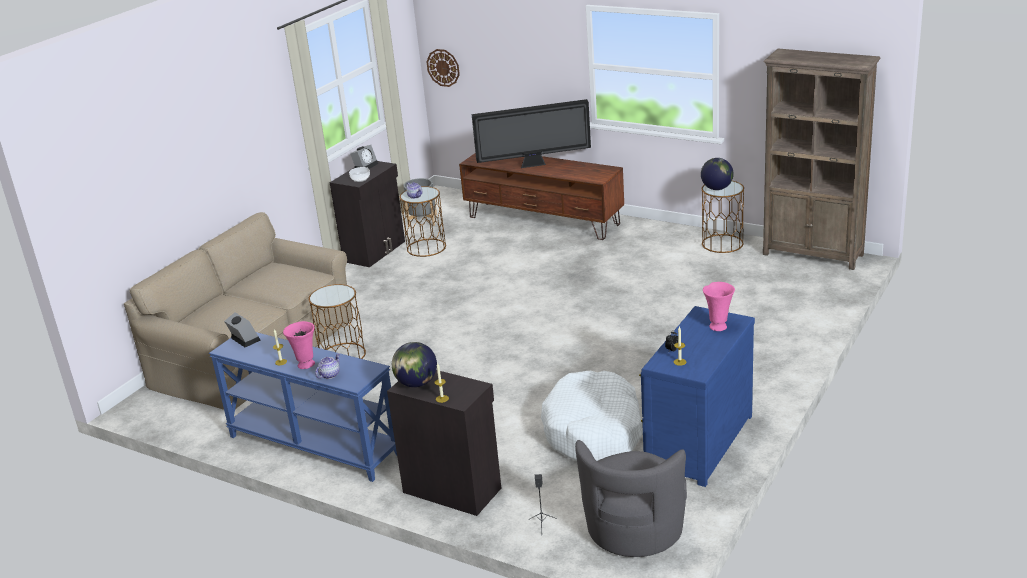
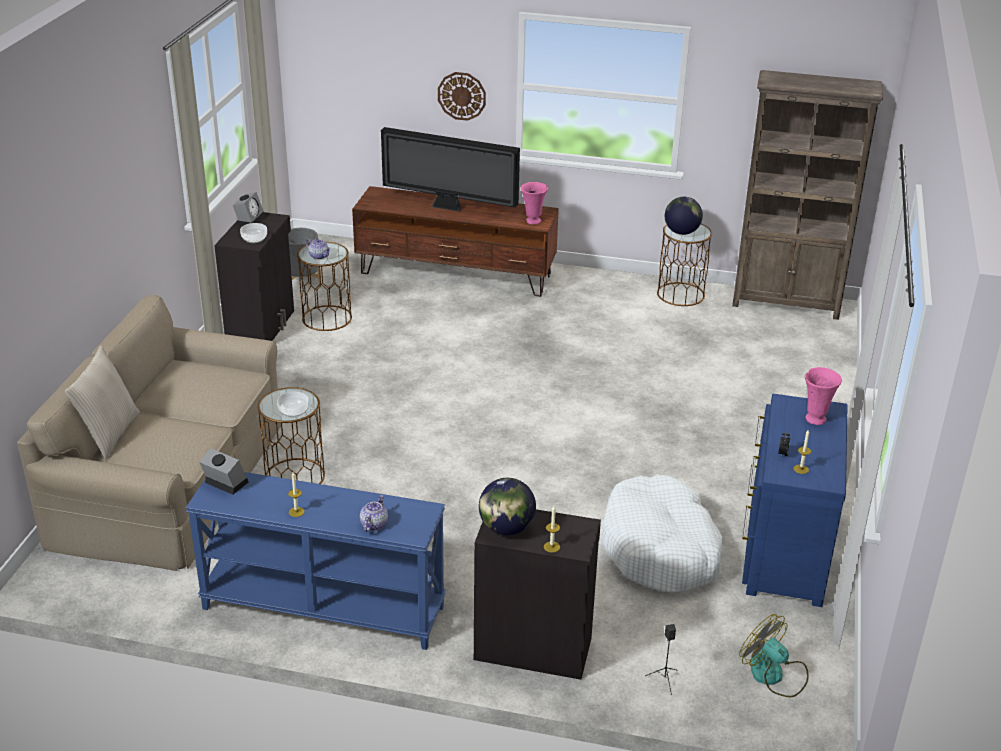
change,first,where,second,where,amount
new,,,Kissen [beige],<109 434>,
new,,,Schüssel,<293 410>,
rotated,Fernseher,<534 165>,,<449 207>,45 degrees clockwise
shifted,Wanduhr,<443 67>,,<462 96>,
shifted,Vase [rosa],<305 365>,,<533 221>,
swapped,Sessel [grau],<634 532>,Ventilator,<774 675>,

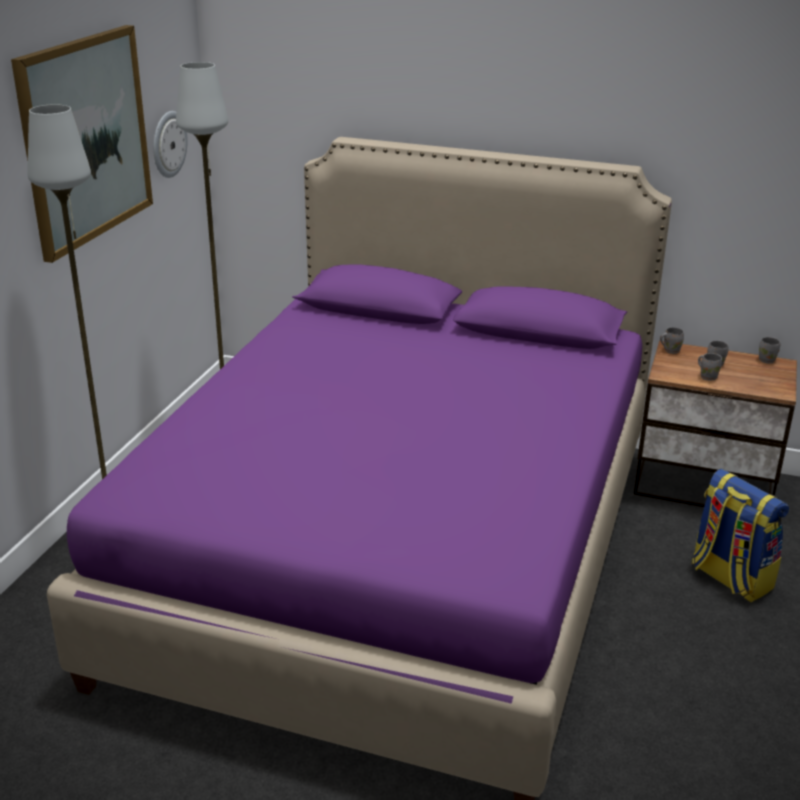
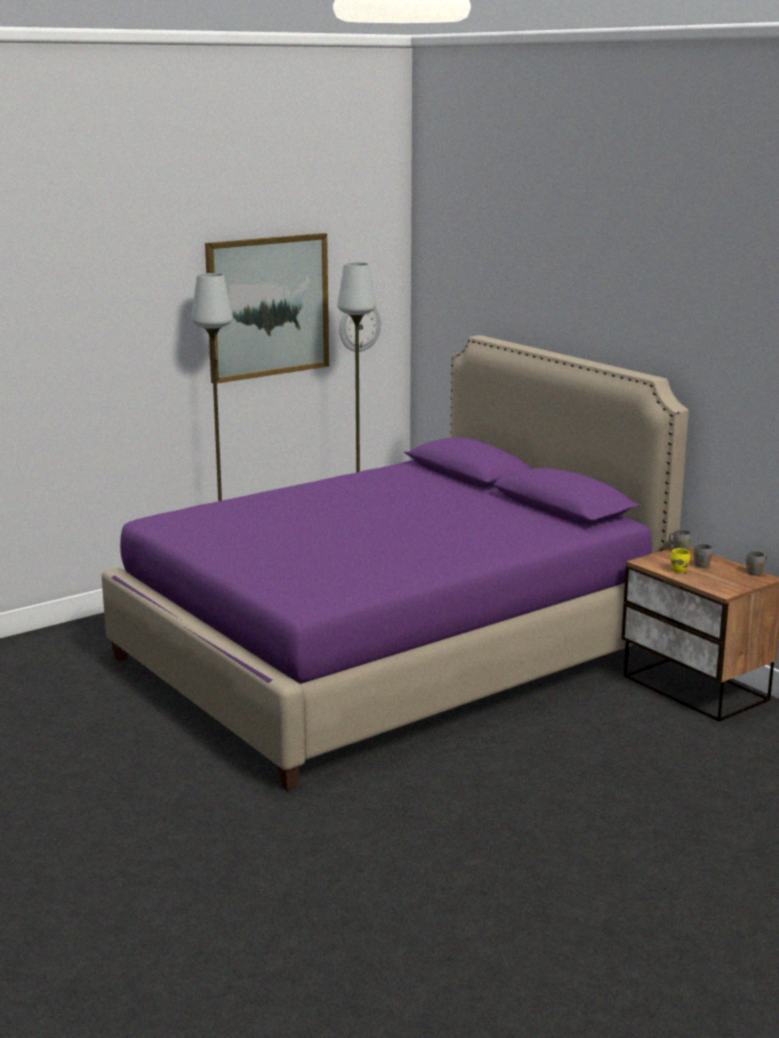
change,first,where,second,where,amount
repainted,Henkelbecher [grau],<708 376>,Henkelbecher [gelb],<679 570>,
gone,Rucksack,<729 578>,,,

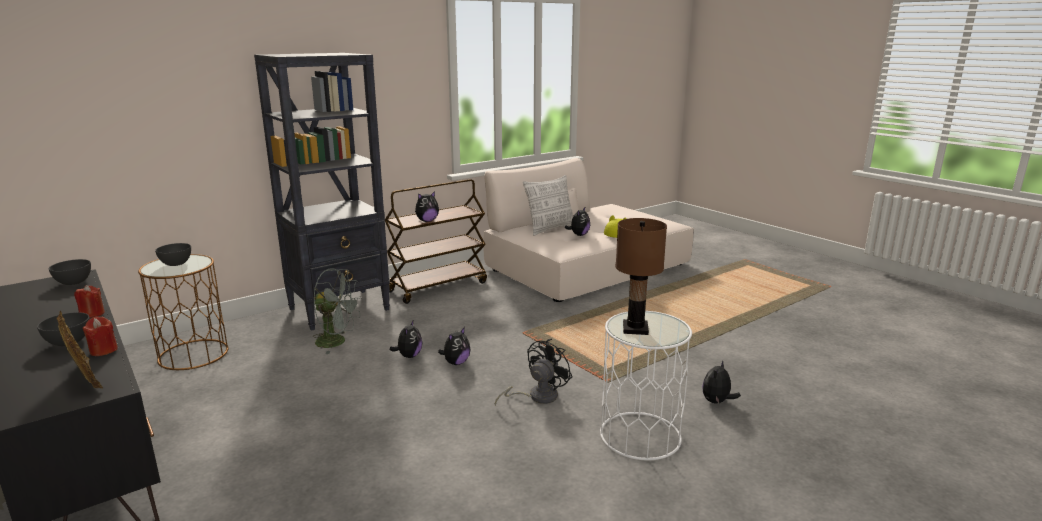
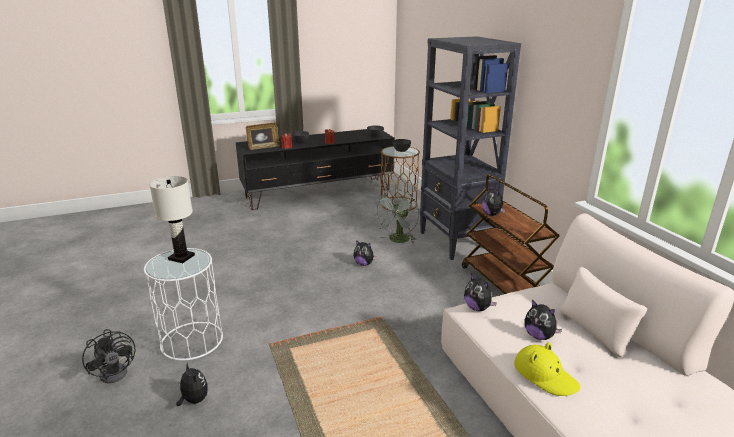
change,first,where,second,where,amount
shifted,Ventilator [schwarz],<537 397>,,<118 371>,
repainted,Tischlampe [braun],<635 328>,Tischlampe [weiß],<182 257>,
shifted,Plüschtier,<456 362>,,<477 308>,
gone,Kissen,<550 229>,,,

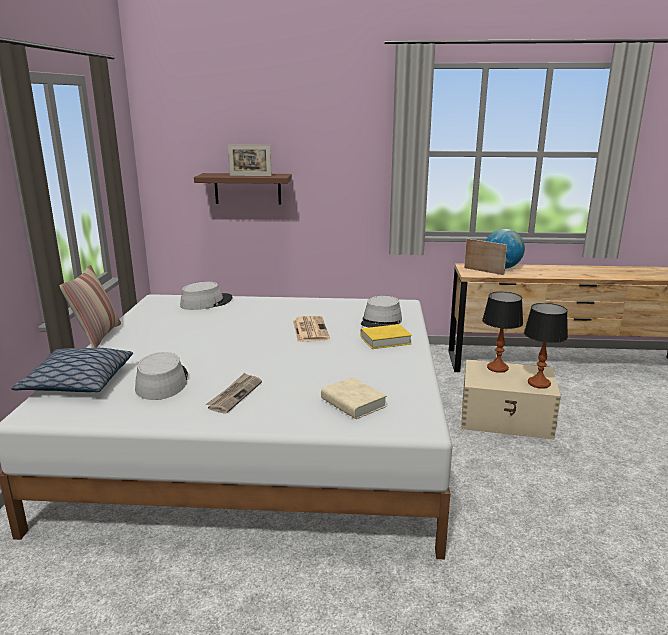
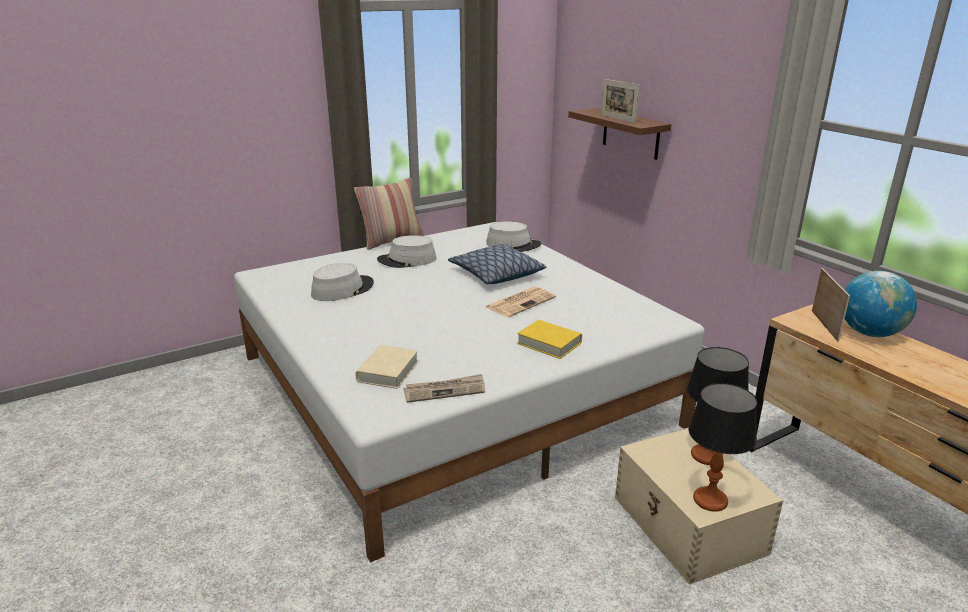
change,first,where,second,where,amount
shifted,Hut [grau],<381 321>,,<407 260>,
shifted,Zeitung,<235 395>,,<445 390>,
shifted,Kissen,<77 382>,,<496 274>,

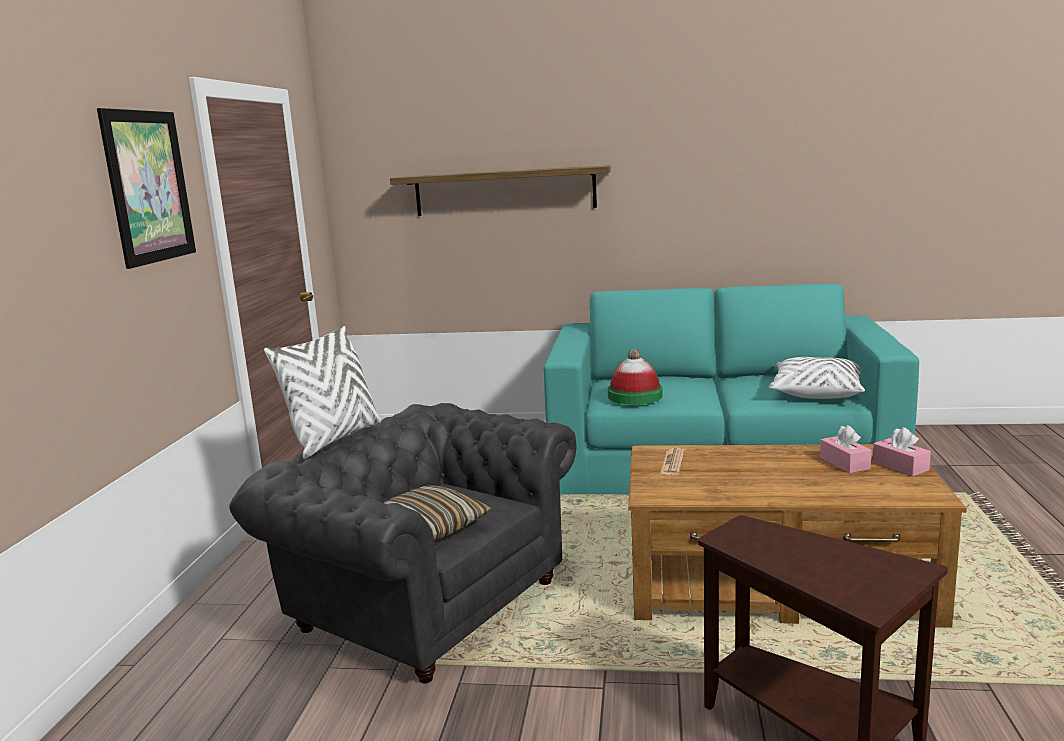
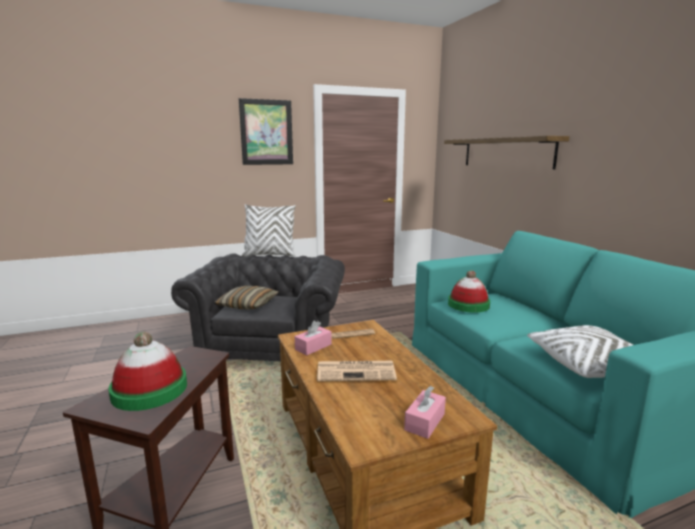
change,first,where,second,where,amount
new,,,Hut,<150 390>,
shifted,Taschentuchbox [rosa],<844 463>,,<313 347>,
new,,,Zeitung,<357 371>,

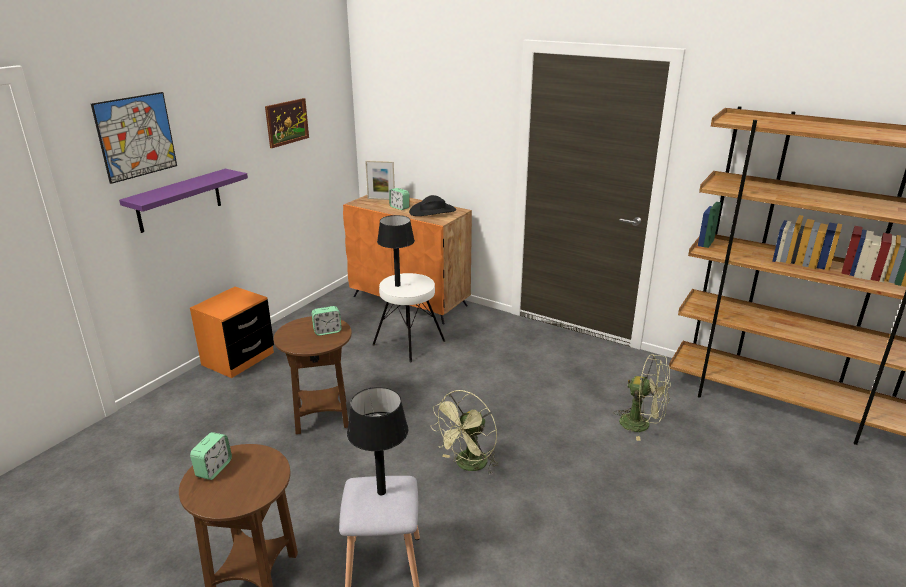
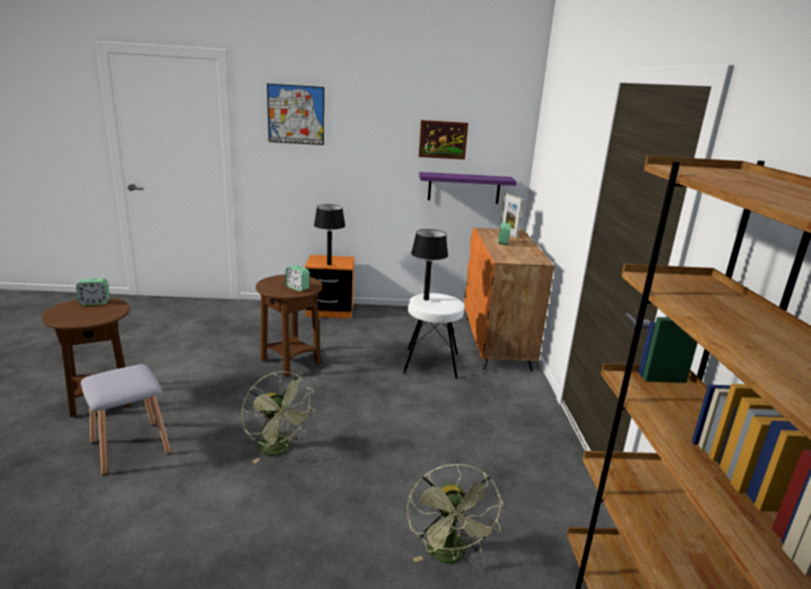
change,first,where,second,where,amount
rotated,Ventilator [grün],<468 466>,,<279 449>,135 degrees counterclockwise
shifted,Tischlampe [schwarz],<382 492>,,<329 264>,
shifted,Wandregal [lila],<179 200>,,<464 188>,
gone,Hut [schwarz],<432 211>,,,

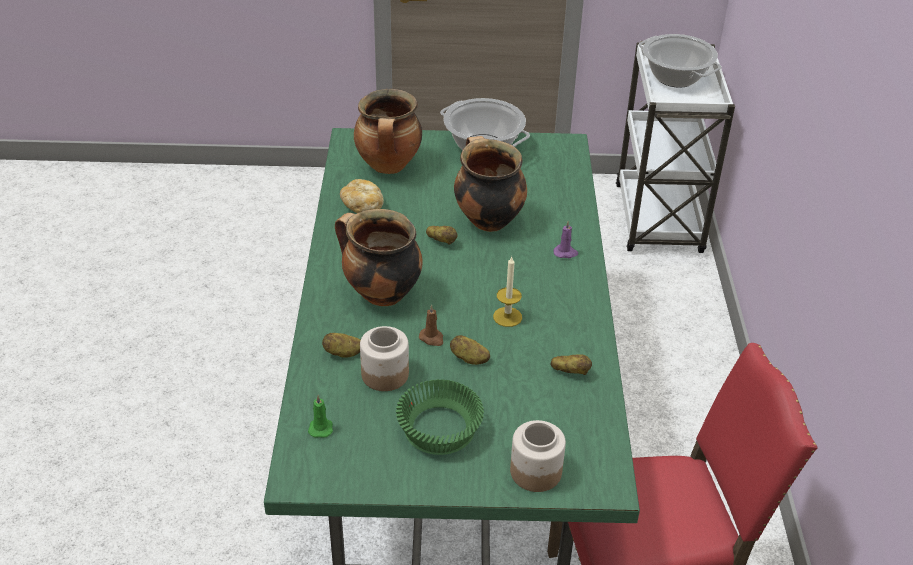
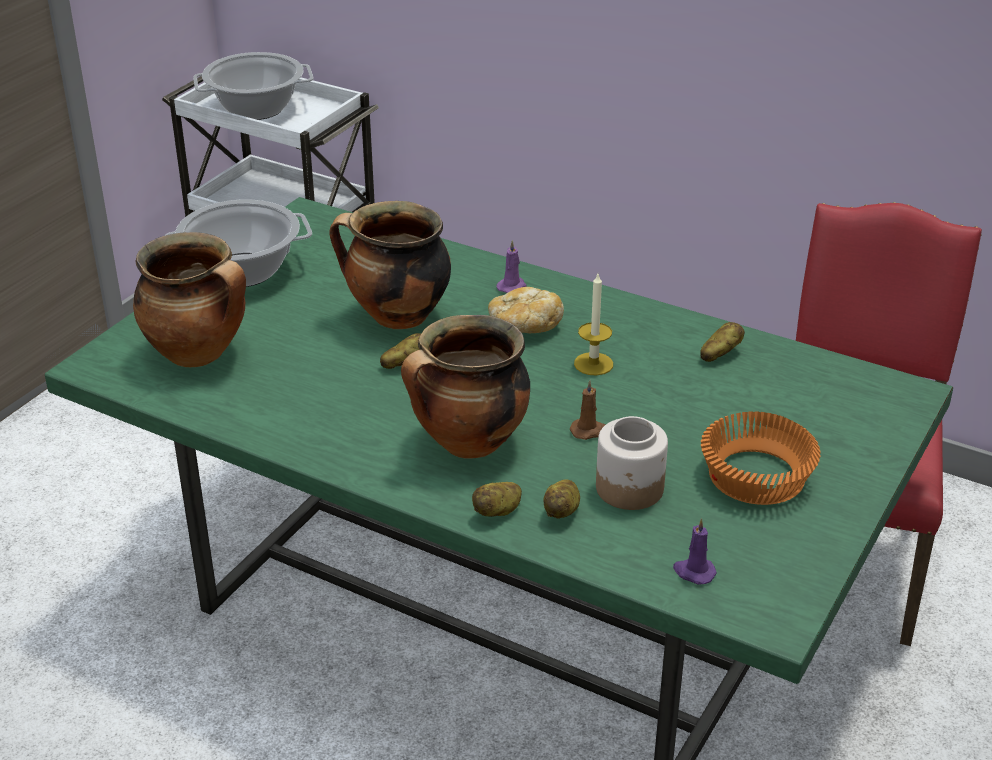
change,first,where,second,where,amount
shifted,Kartoffel,<469 359>,,<498 511>,
shifted,Brot,<362 206>,,<524 326>,
repainted,Kerze [grün],<321 427>,Kerze [lila],<693 572>,
repainted,Schüssel [grün],<438 428>,Schüssel [orange],<754 476>,
gone,Vorratsglas,<535 472>,,,

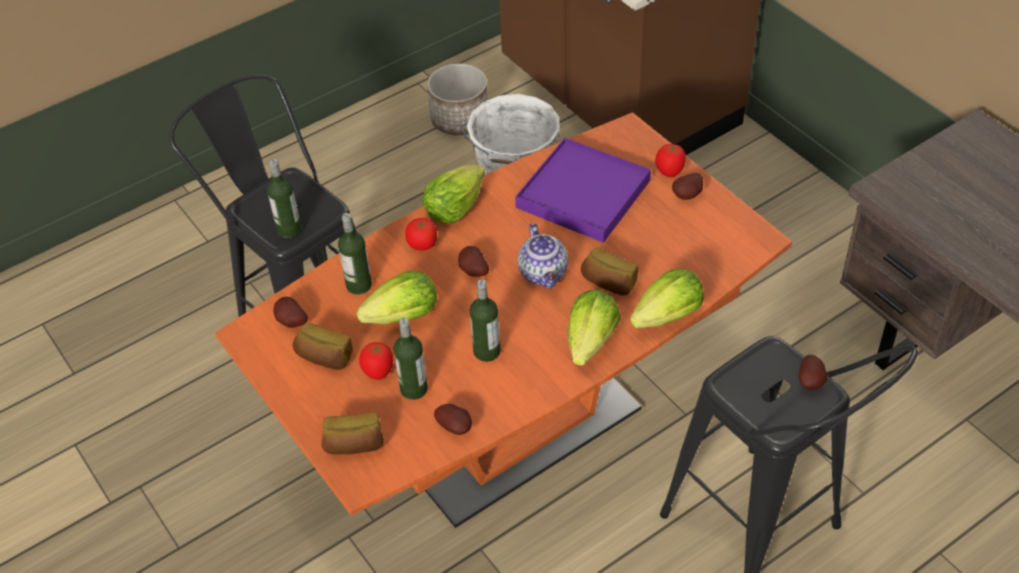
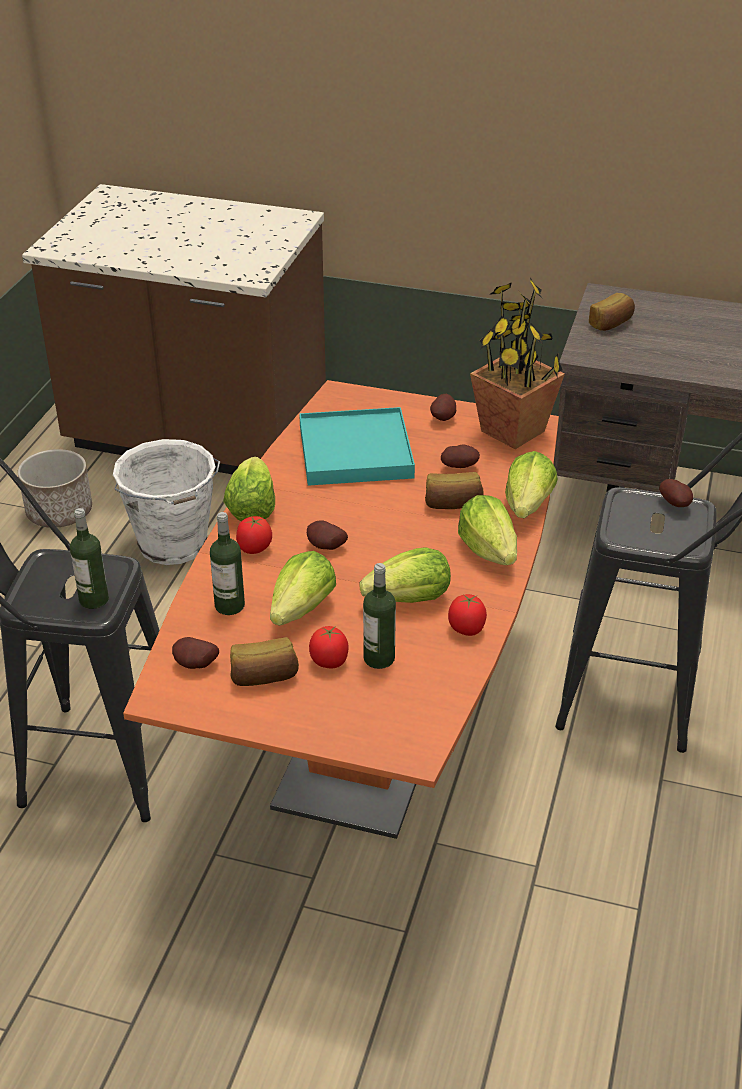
change,first,where,second,where,amount
repainted,Tablett [lila],<583 194>,Tablett [türkis],<356 451>,
swapped,Flasche,<486 351>,Salatkopf,<410 599>,
shifted,Kartoffel,<456 427>,,<460 466>,
shifted,Tomate,<669 171>,,<467 629>,
new,,,Topfpflanze,<513 431>,
shifted,Brot,<354 445>,,<611 323>,
gone,Teekanne,<544 274>,,,

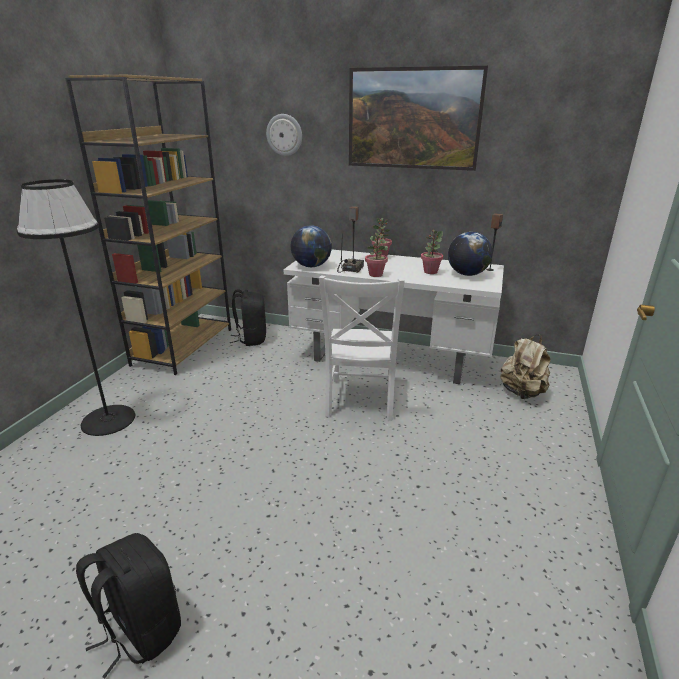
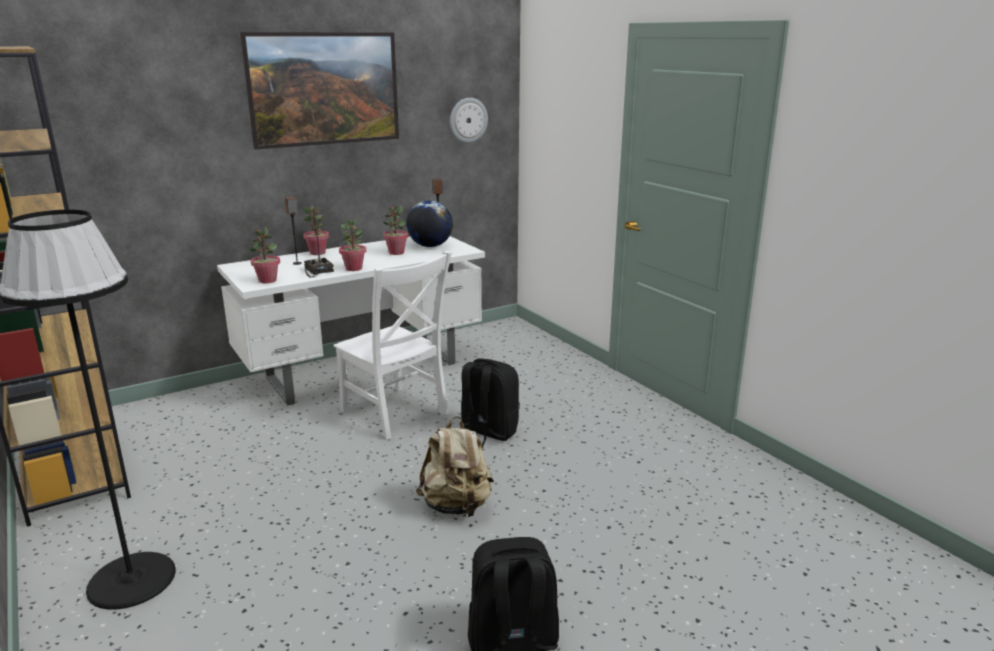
change,first,where,second,where,amount
swapped,Globus,<311 266>,Topfpflanze,<267 280>,
shifted,Rucksack [beige],<522 392>,,<456 506>,
shifted,Wanduhr,<284 135>,,<468 120>,
shifted,Rucksack [schwarz],<251 339>,,<487 432>,

